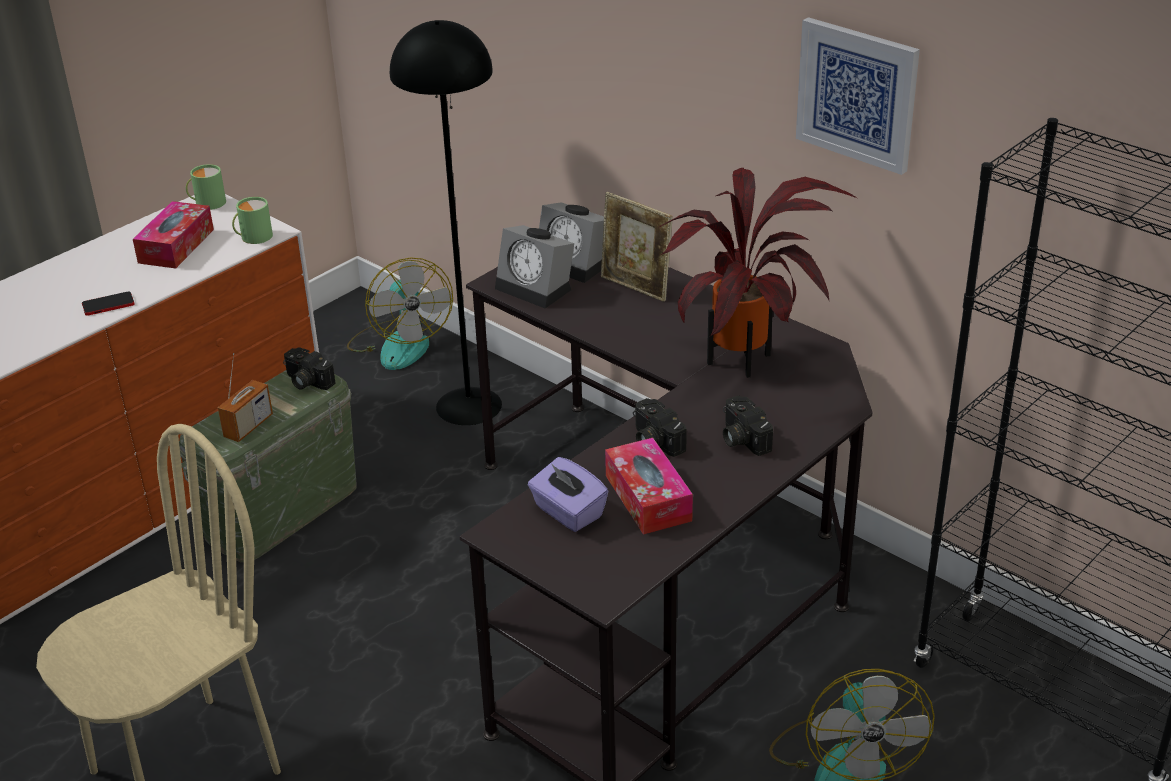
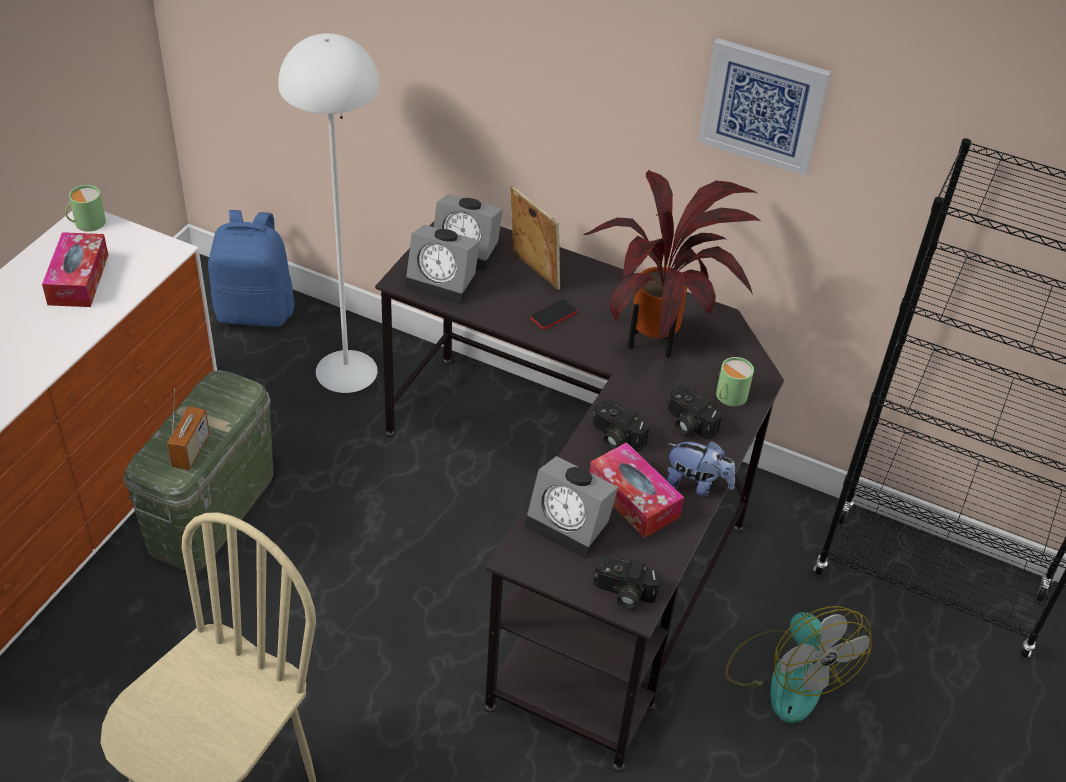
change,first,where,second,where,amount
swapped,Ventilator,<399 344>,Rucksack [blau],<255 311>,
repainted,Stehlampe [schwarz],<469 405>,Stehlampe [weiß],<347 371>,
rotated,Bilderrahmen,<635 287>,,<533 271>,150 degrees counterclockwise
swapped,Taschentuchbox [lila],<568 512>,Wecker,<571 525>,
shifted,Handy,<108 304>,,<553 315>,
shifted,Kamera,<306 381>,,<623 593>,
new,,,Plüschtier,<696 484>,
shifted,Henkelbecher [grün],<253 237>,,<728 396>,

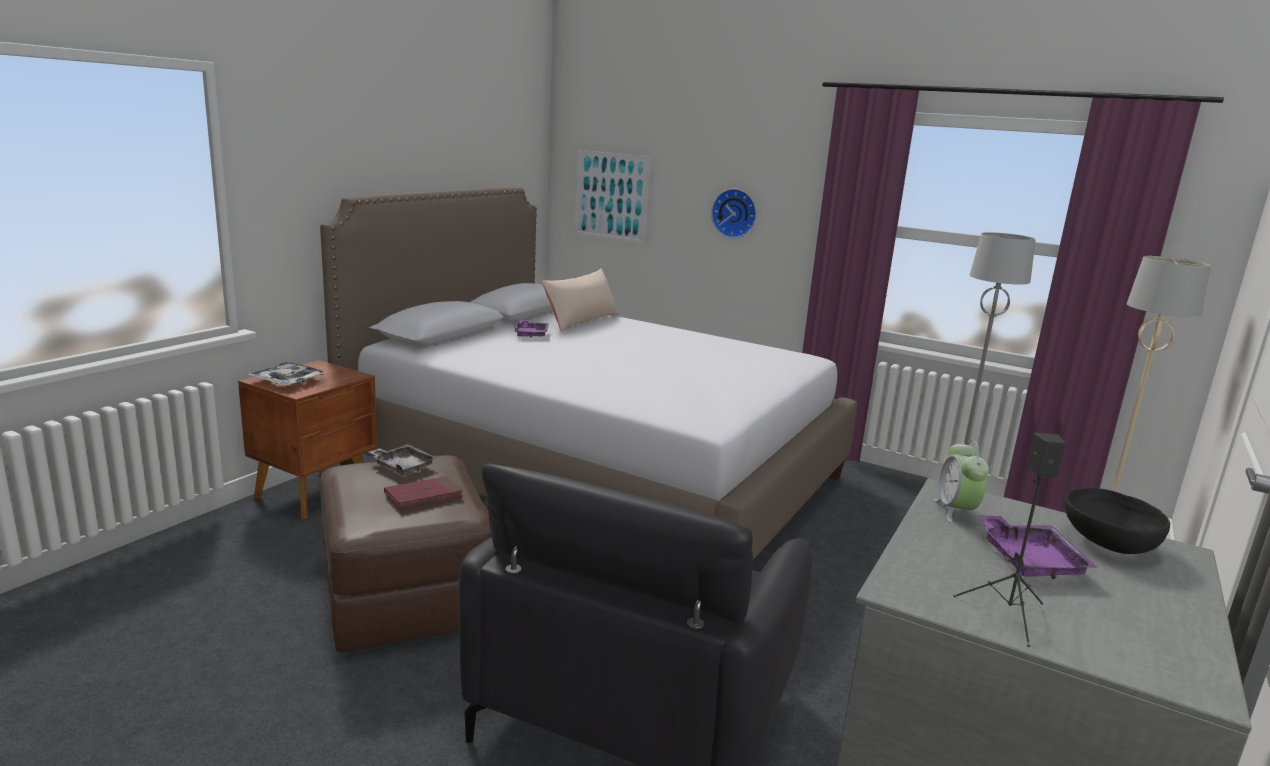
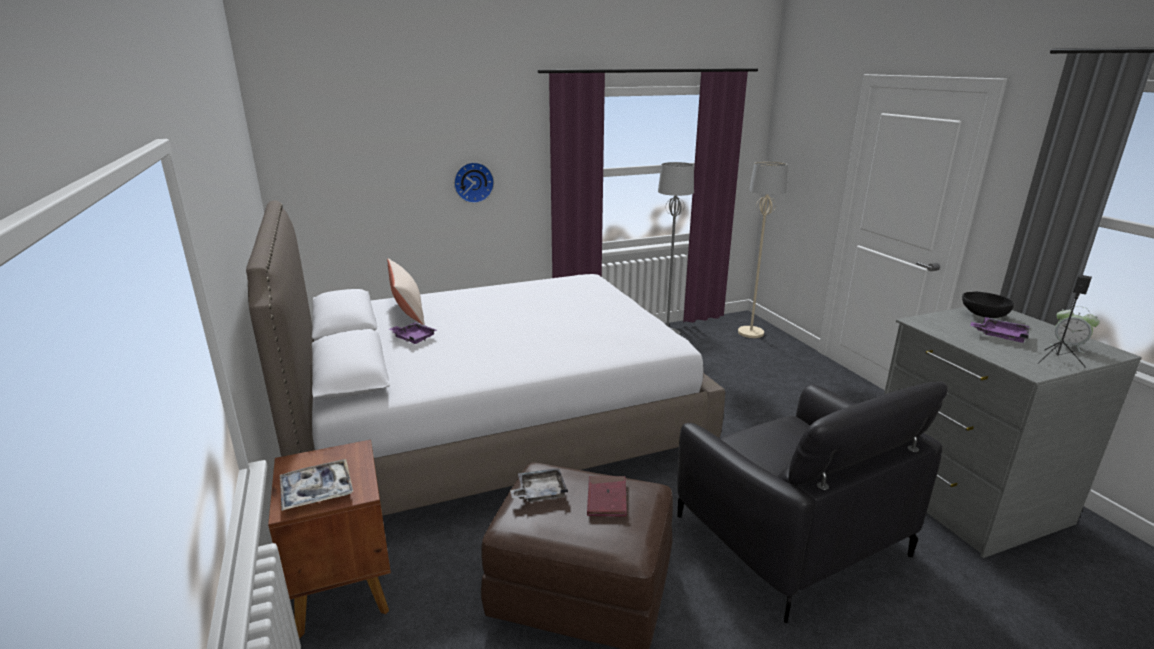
change,first,where,second,where,amount
shifted,Wecker,<956 511>,,<1068 346>,
gone,Bild,<611 196>,,,

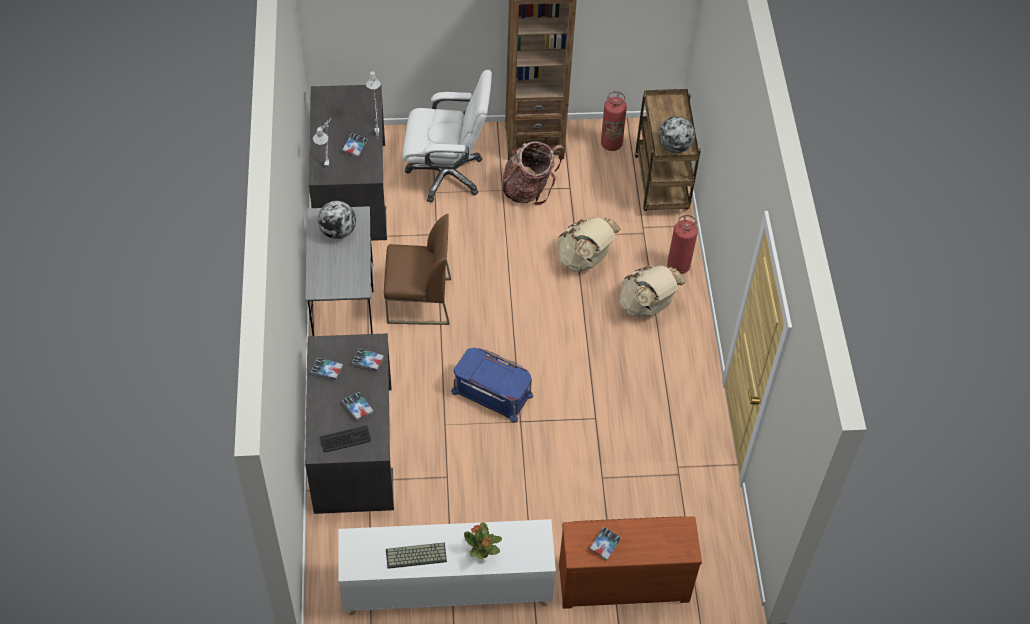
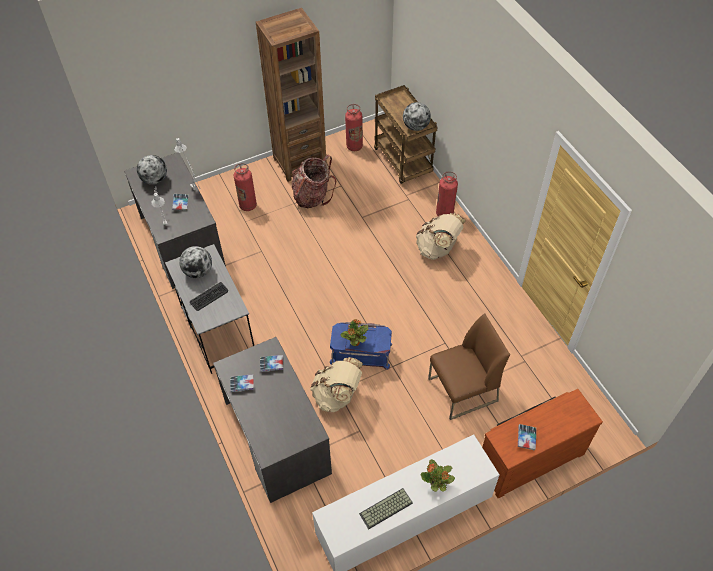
change,first,where,second,where,amount
new,,,Globus,<155 180>,
shifted,Tastatur,<345 439>,,<209 297>,
swapped,Bürostuhl [weiß],<447 174>,Feuerlöscher,<248 205>,
shifted,Rucksack [beige],<584 259>,,<337 395>,
new,,,Topfpflanze,<355 342>,
shifted,Stuhl [braun],<418 301>,,<462 390>,
gone,Buch,<357 408>,,,

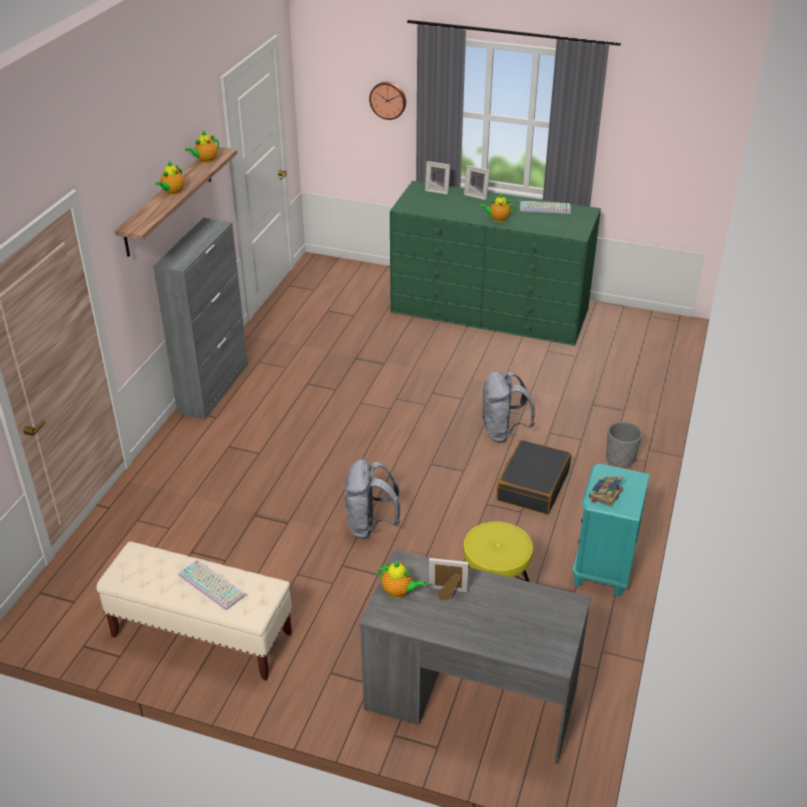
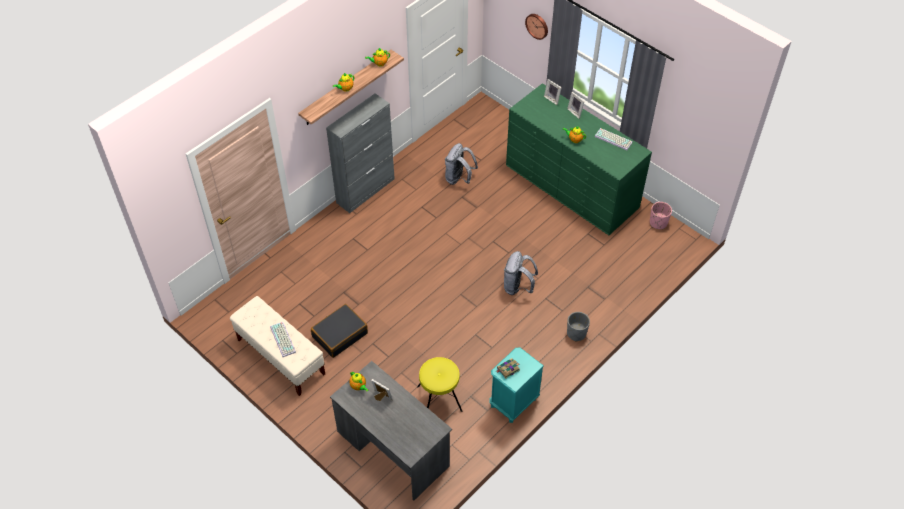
change,first,where,second,where,amount
shifted,Koffer [schwarz],<532 485>,,<339 335>,
shifted,Rucksack [grau],<370 526>,,<459 178>,
new,,,Pflanzkübel [rosa],<658 223>,

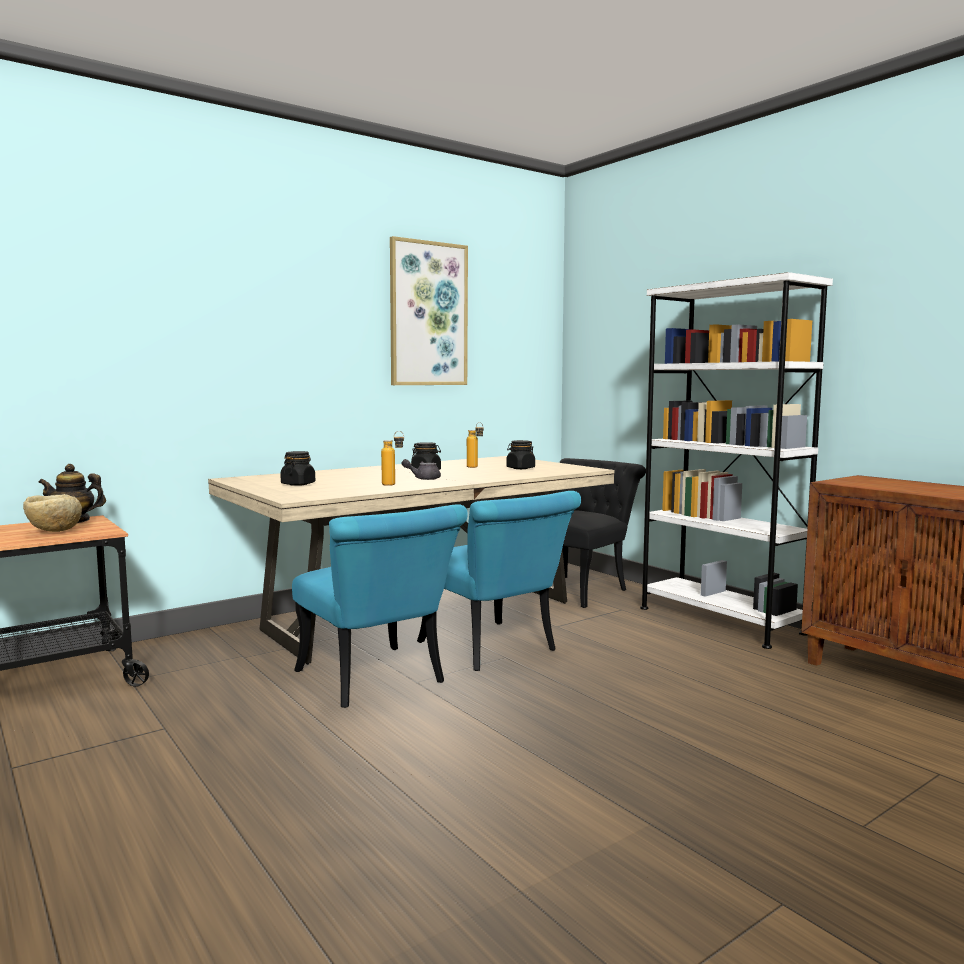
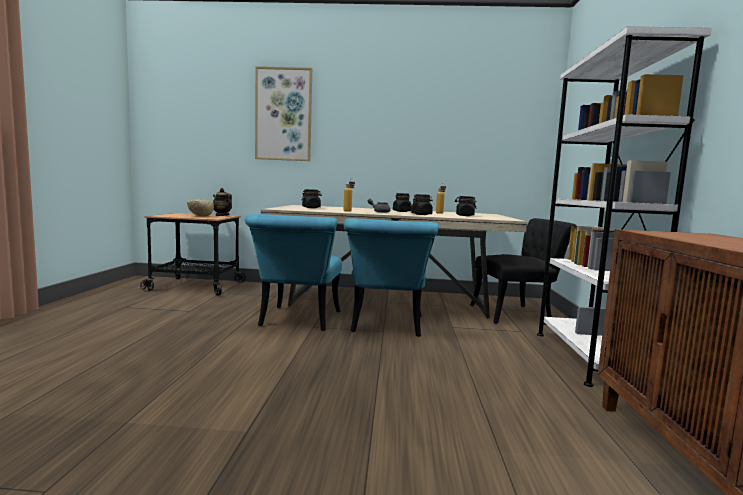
change,first,where,second,where,amount
shifted,Bild,<428 314>,,<283 114>,
new,,,Vorratsglas [schwarz],<421 214>,

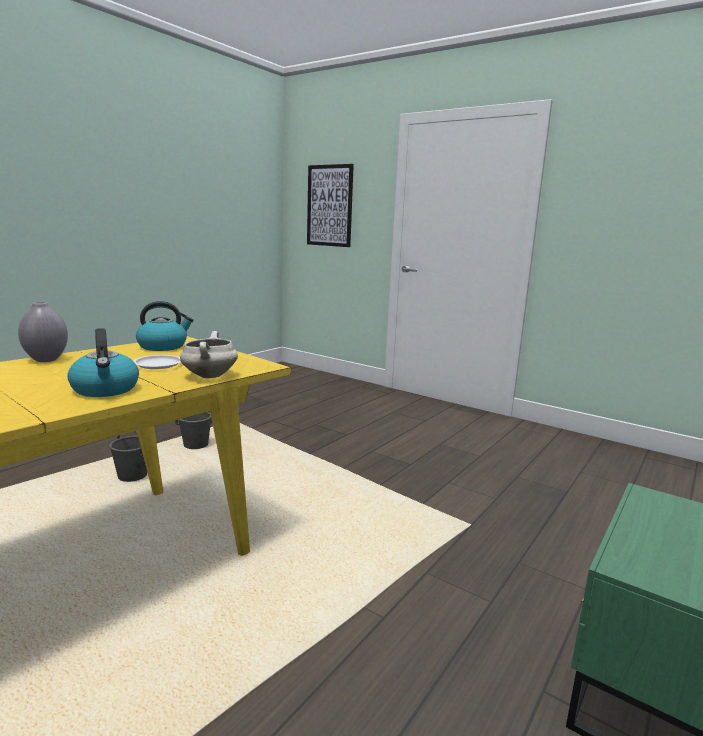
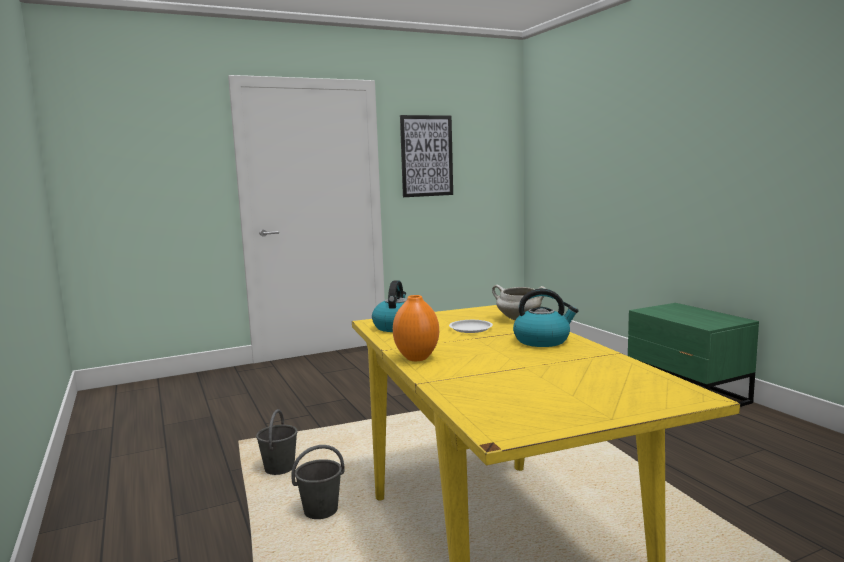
change,first,where,second,where,amount
repainted,Vase [grau],<46 360>,Vase [orange],<417 358>,
shifted,Bild,<329 206>,,<426 156>,

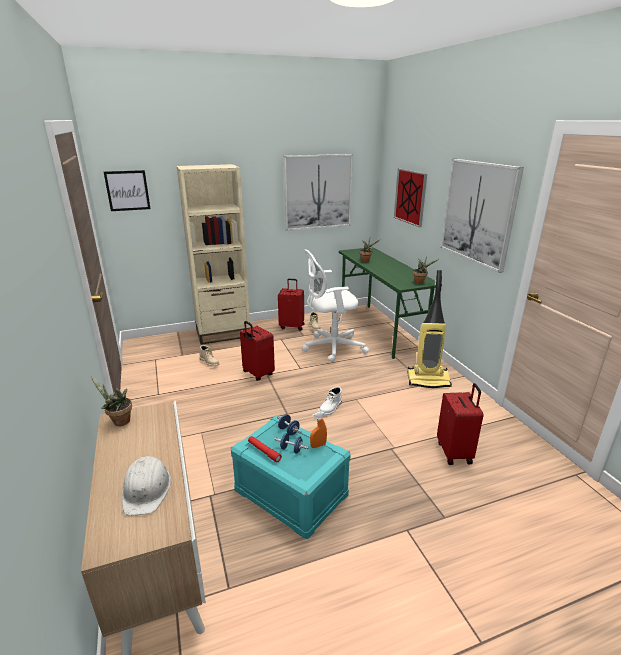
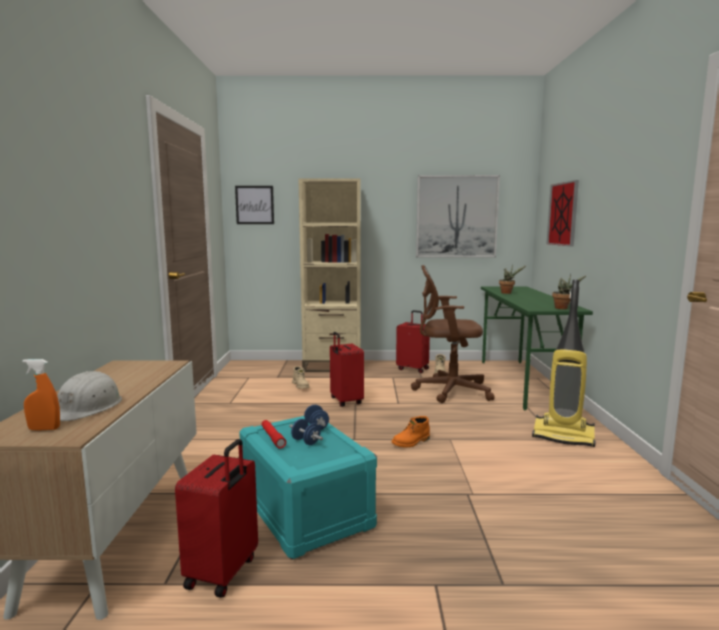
change,first,where,second,where,amount
shifted,Sprühflasche [orange],<318 445>,,<44 429>,
shifted,Koffer [rot],<455 452>,,<223 572>,
repainted,Stiefel [weiß],<331 408>,Stiefel [orange],<411 442>,
repainted,Bürostuhl [weiß],<331 347>,Bürostuhl [braun],<448 390>,
gone,Topfpflanze,<119 421>,,,
gone,Bild,<478 212>,,,

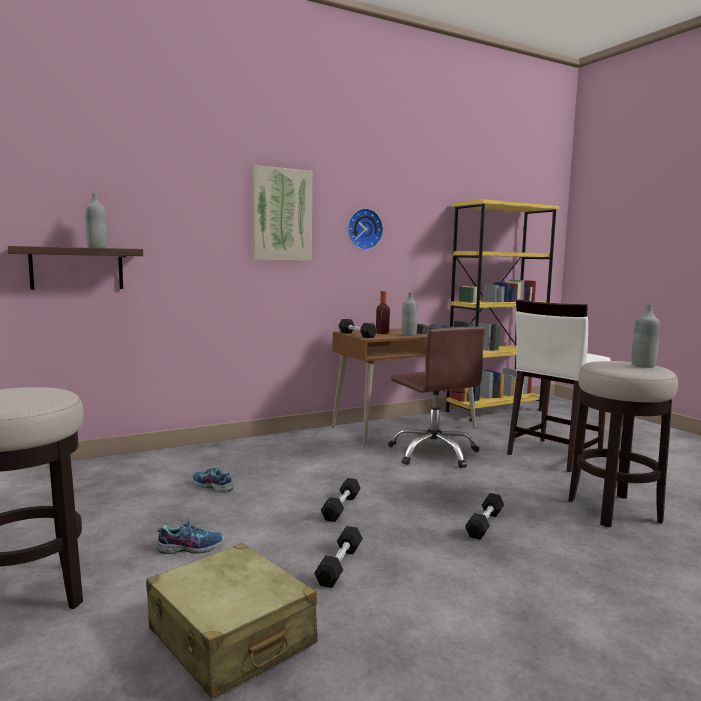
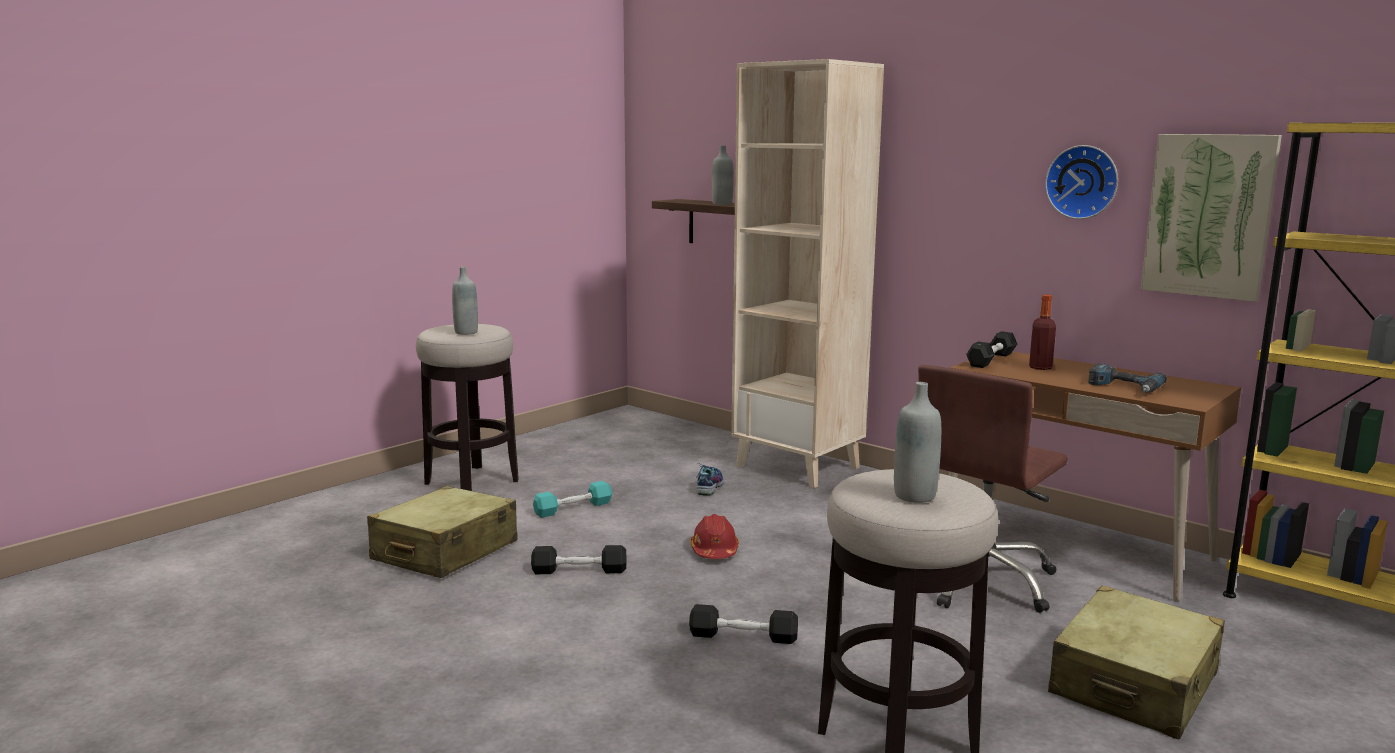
change,first,where,second,where,amount
shifted,Flasche [grau],<409 334>,,<466 332>,
swapped,Schuh,<190 547>,Hantel [türkis],<573 508>,
swapped,Hantel [schwarz],<341 507>,Schutzhelm [rot],<714 551>,
new,,,Bücherregal [beige],<799 466>,
swapped,Hocker [weiß],<553 454>,Koffer [beige],<1134 684>,
shifted,Bild,<281 215>,,<1209 215>,

